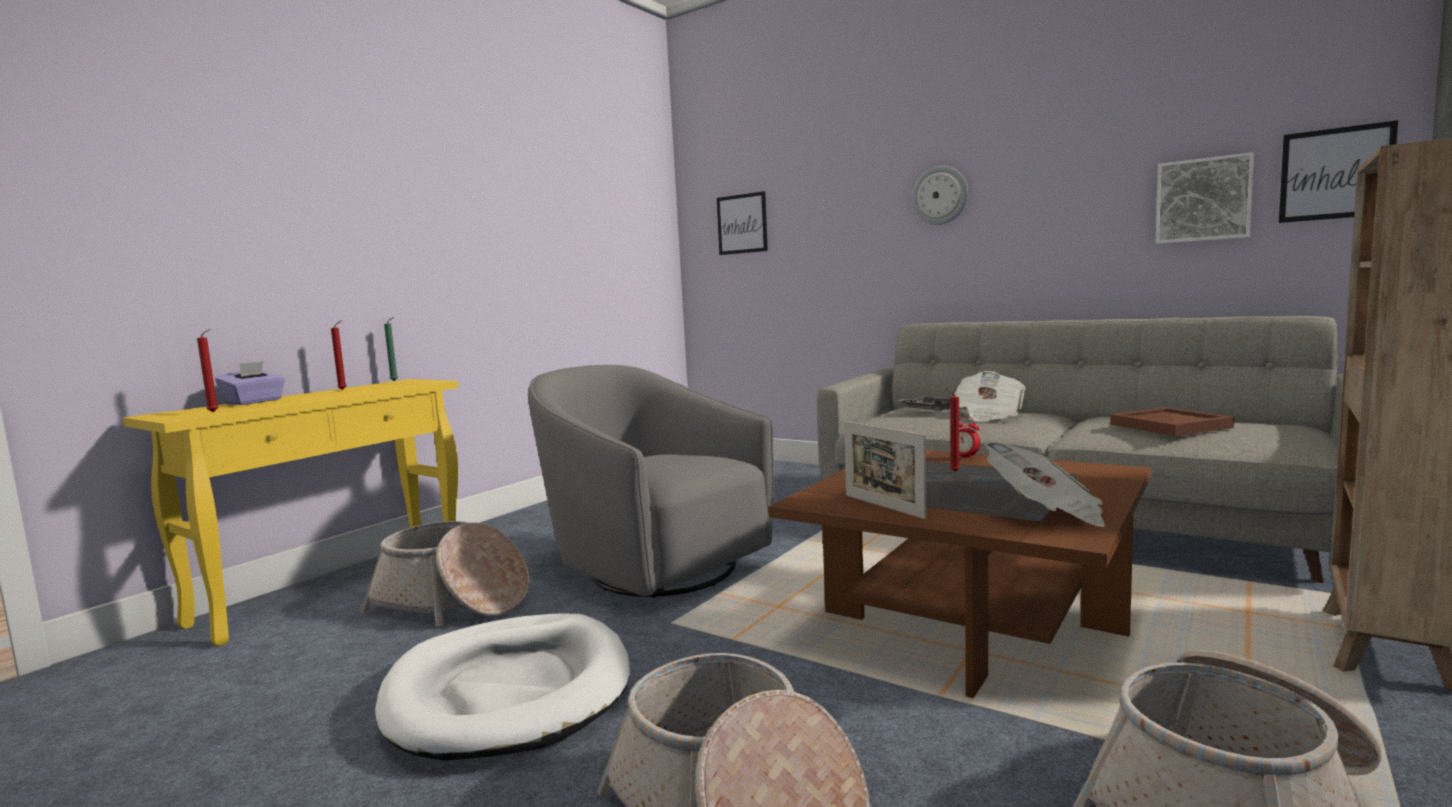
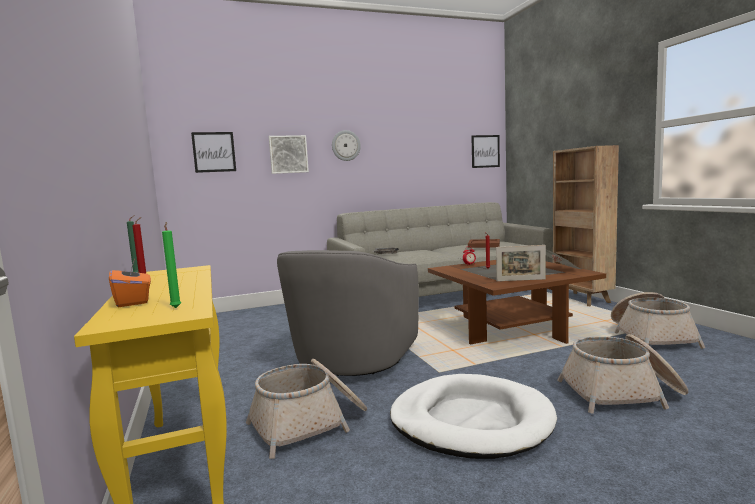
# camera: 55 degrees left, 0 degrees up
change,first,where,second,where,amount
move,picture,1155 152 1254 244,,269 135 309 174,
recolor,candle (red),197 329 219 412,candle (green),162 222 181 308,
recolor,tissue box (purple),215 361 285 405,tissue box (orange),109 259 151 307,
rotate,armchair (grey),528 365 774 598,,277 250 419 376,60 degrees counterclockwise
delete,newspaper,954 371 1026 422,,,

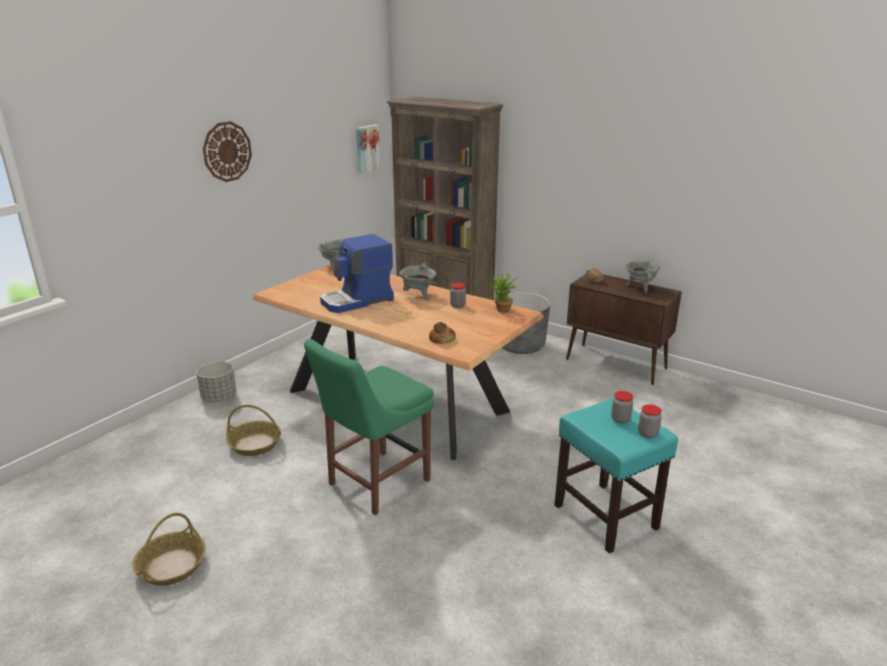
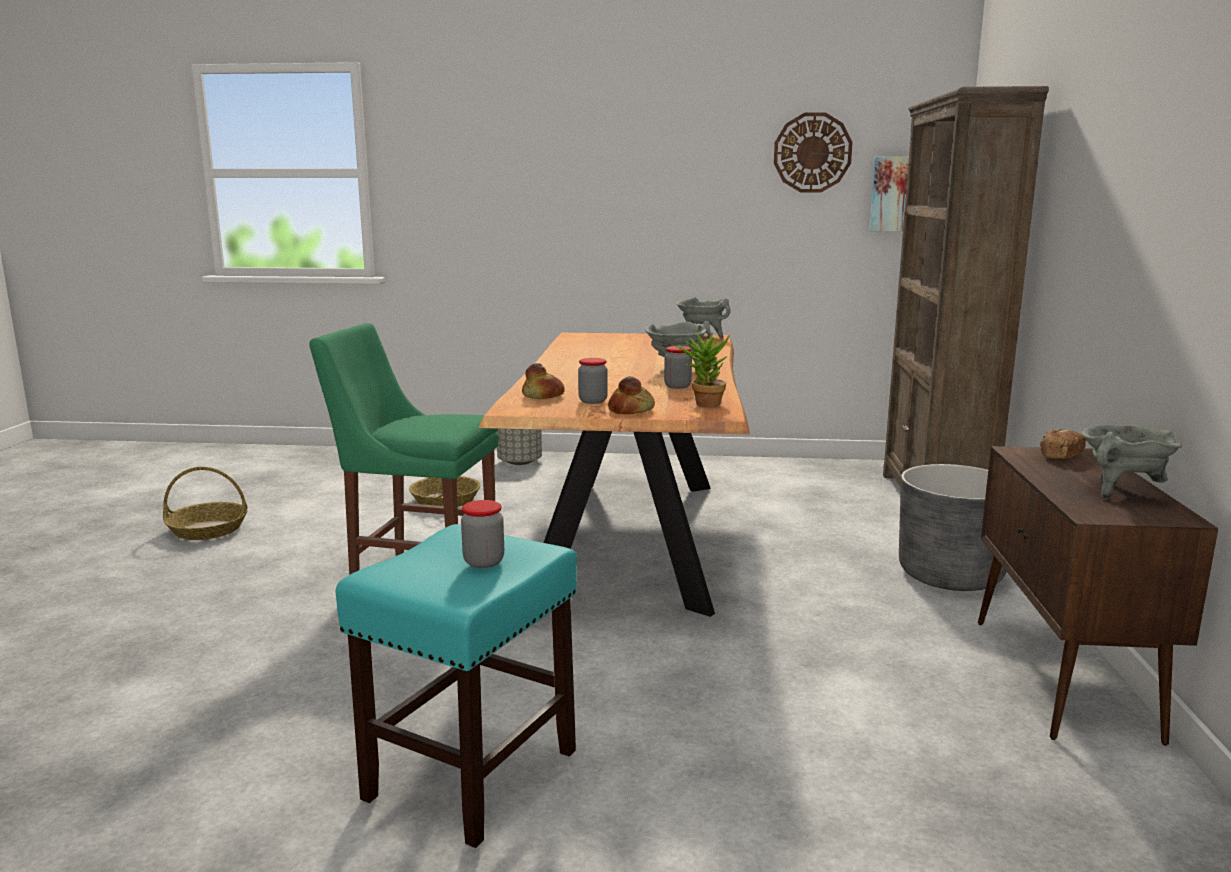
# camera: 60 degrees right, 10 degrees down
change,first,where,second,where,amount
move,wall clock,203 121 252 182,,774 112 853 193,
delete,coffee machine,320 234 394 313,,,
move,jar,638 404 662 438,,578 358 608 404,
insert,,,bread,608 376 655 414,

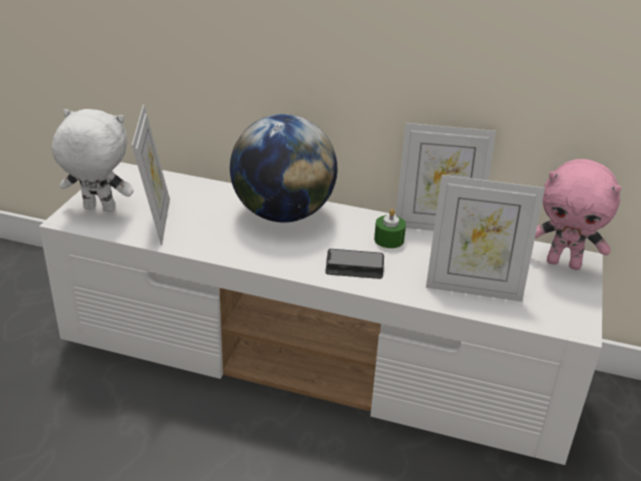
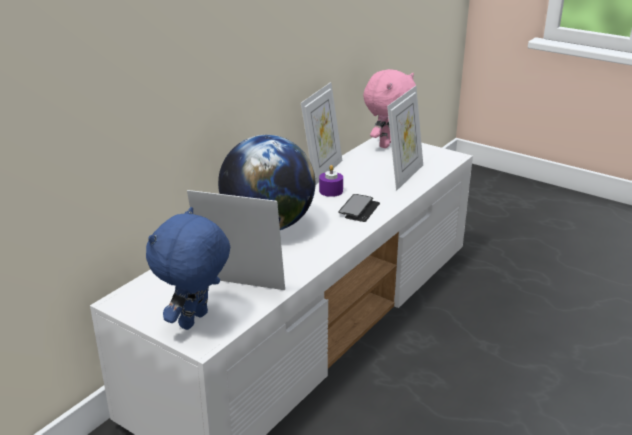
# camera: 70 degrees left, 5 degrees down
change,first,where,second,where,amount
recolor,plush toy (white),52 109 133 212,plush toy (blue),146 207 230 330,
recolor,candle (green),374 209 406 248,candle (purple),319 165 343 197,

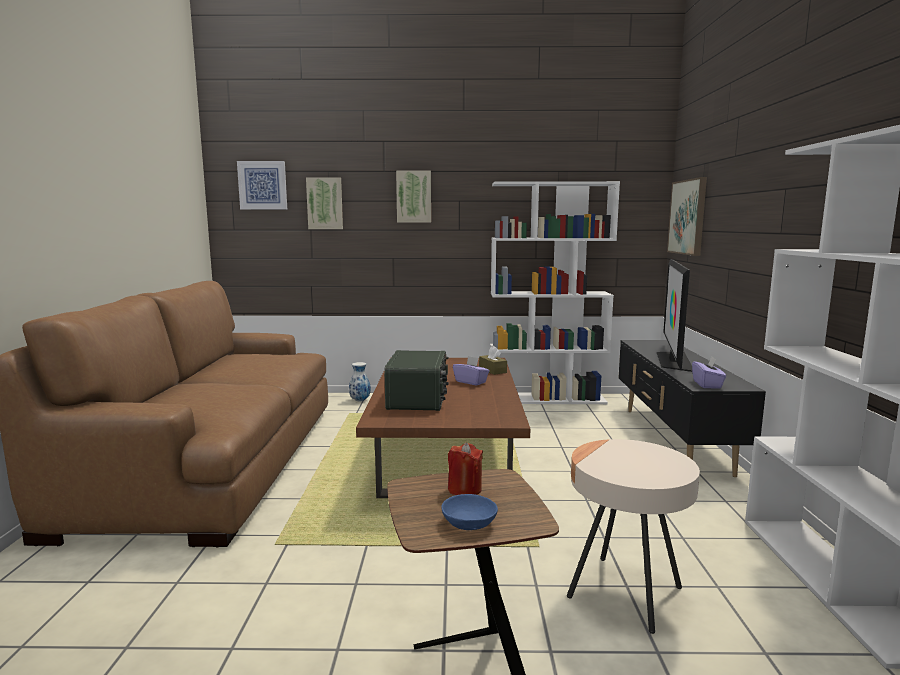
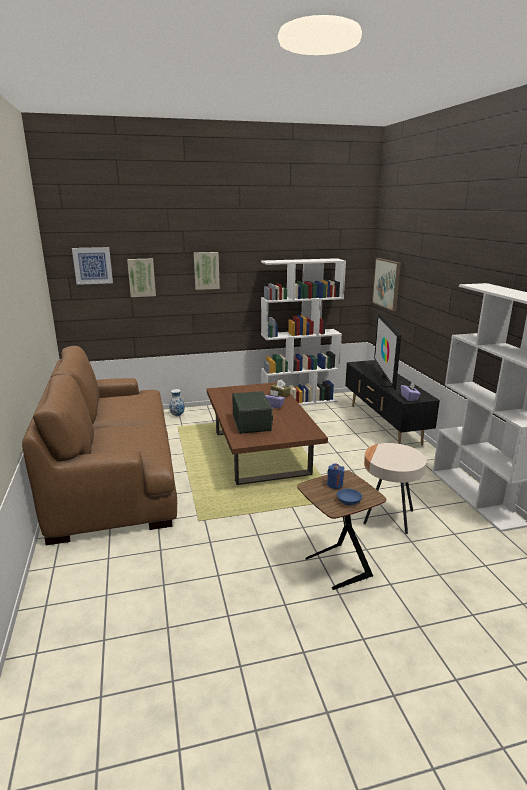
# camera: 15 degrees left, 10 degrees up
change,first,where,second,where,amount
recolor,candle (red),448 443 483 495,candle (blue),327 463 344 489,

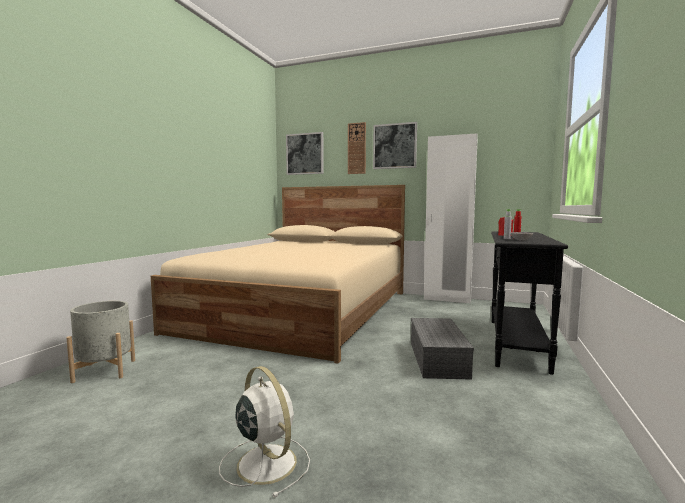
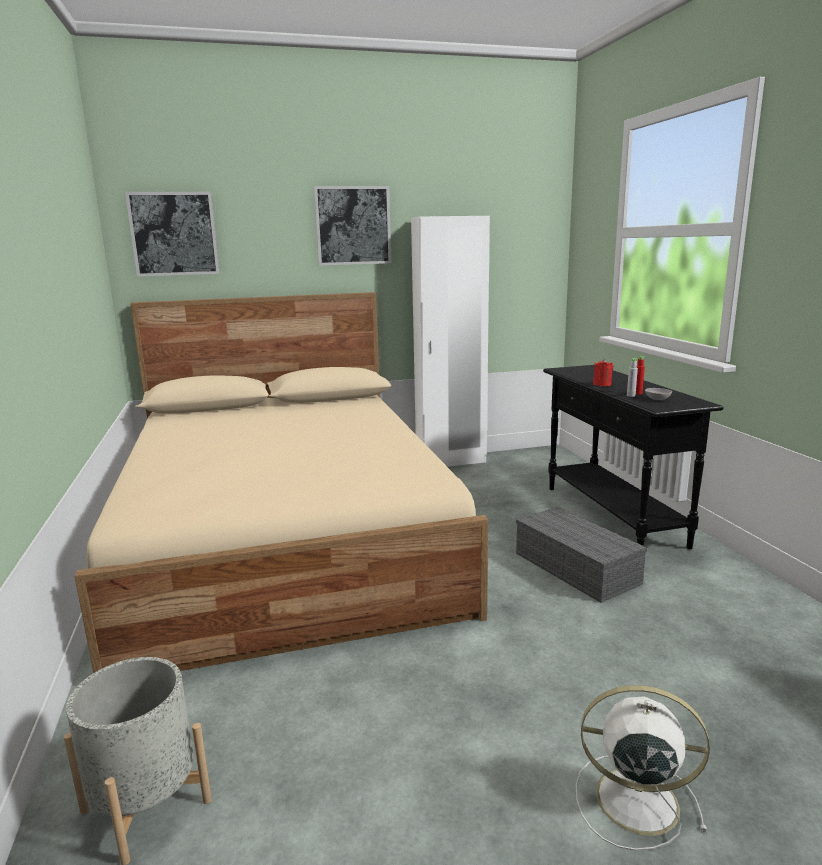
# camera: 35 degrees left, 10 degrees up
change,first,where,second,where,amount
delete,wall clock,348 122 366 174,,,

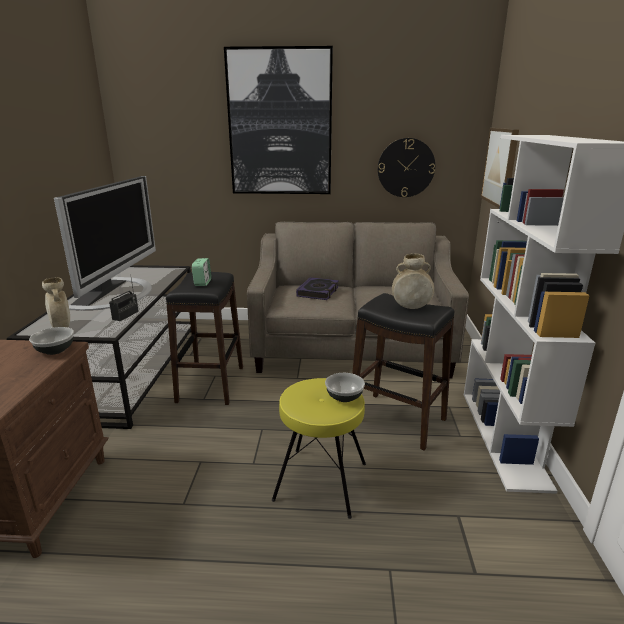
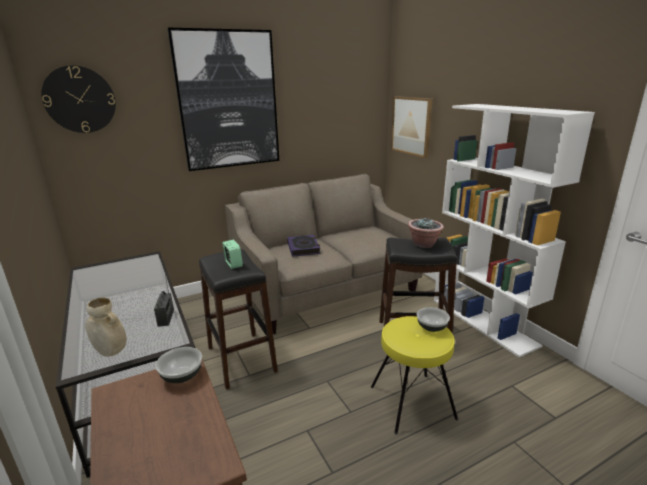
# camera: 30 degrees left, 0 degrees up
change,first,where,second,where,amount
move,wall clock,378 138 435 197,,41 65 116 133,
delete,television,54 176 156 310,,,
replace,vase (beige),392 253 434 309,potted plant,408 217 444 248,

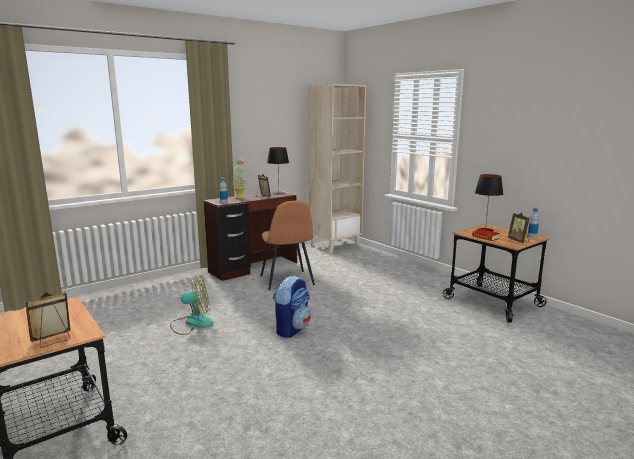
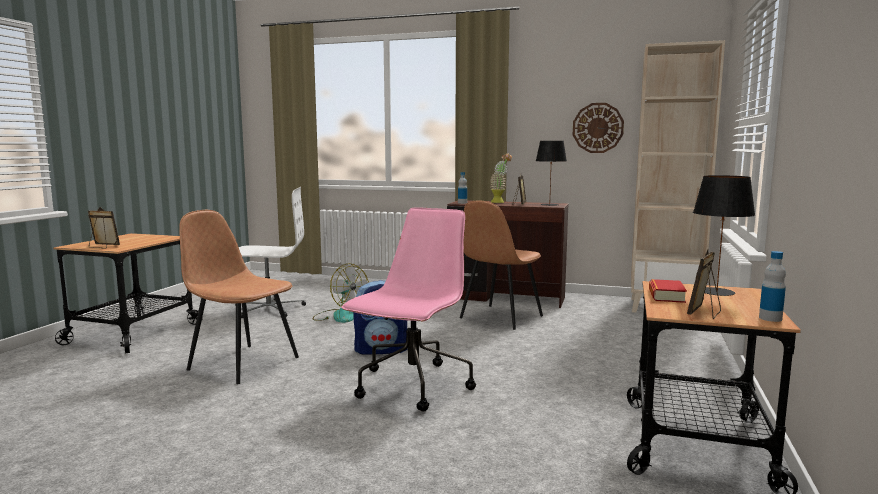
# camera: 55 degrees right, 5 degrees down
change,first,where,second,where,amount
insert,,,wall clock,573 103 624 153,
insert,,,office chair (white),235 187 306 318,
insert,,,office chair (pink),341 207 476 412,
insert,,,chair (brown),179 210 299 384,

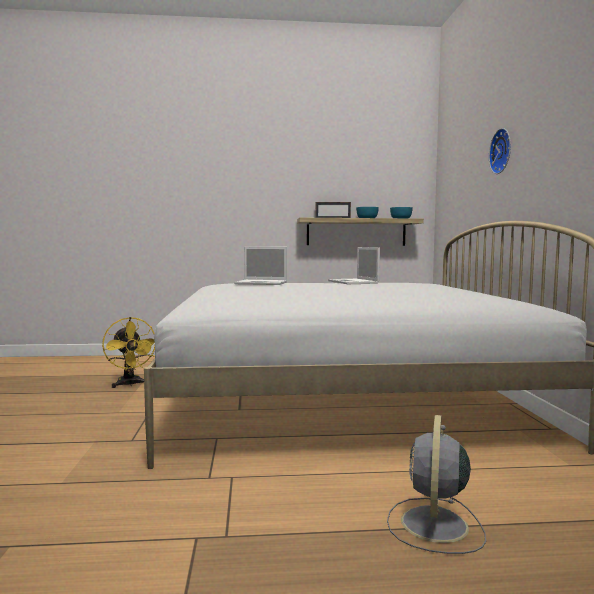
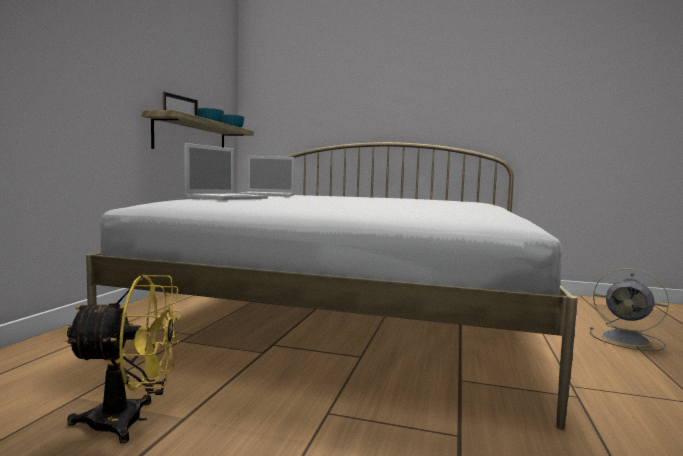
# camera: 70 degrees left, 0 degrees up
change,first,where,second,where,amount
delete,wall clock,489 128 511 174,,,

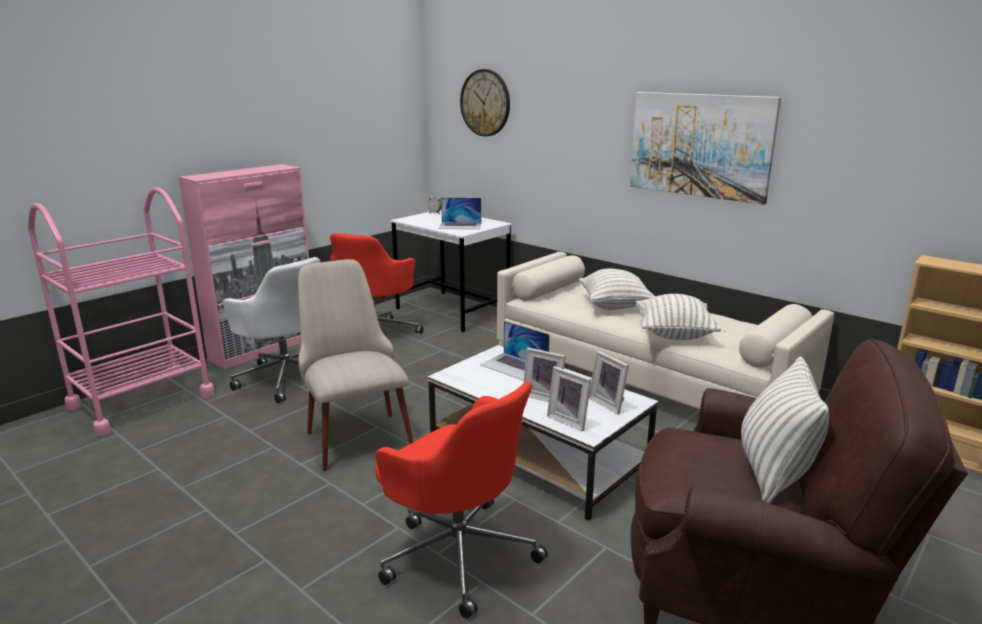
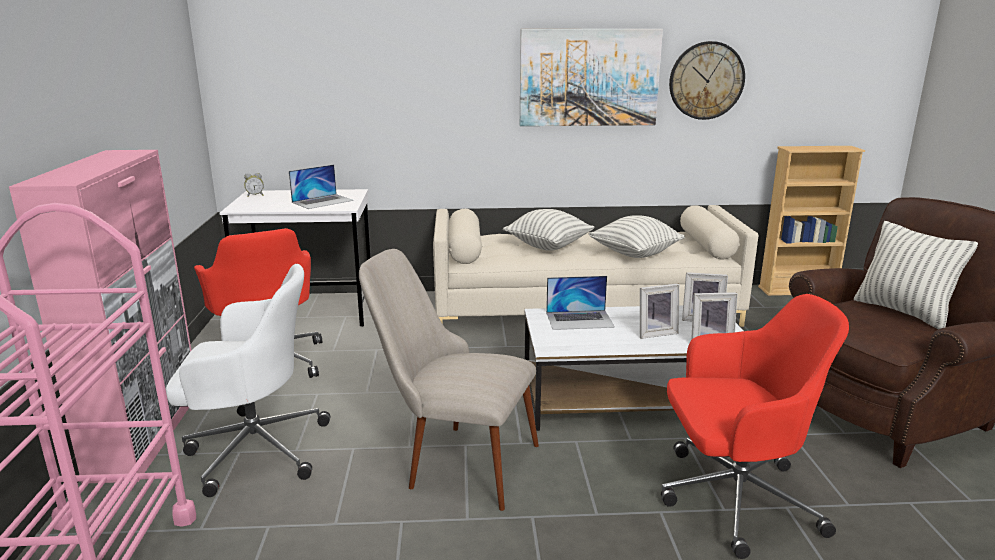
# camera: 45 degrees left, 0 degrees up
change,first,where,second,where,amount
move,wall clock,460 69 510 136,,669 41 745 120,

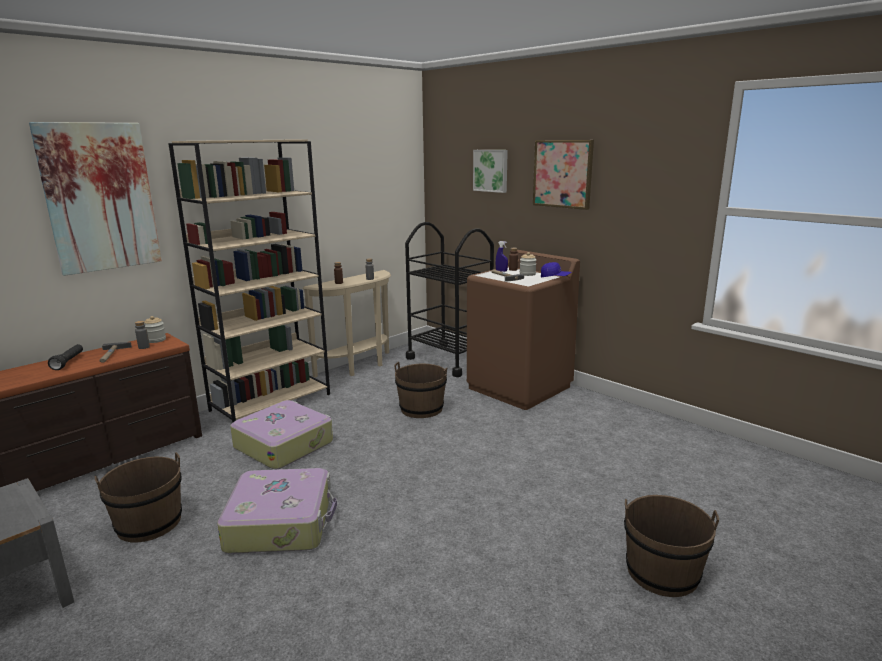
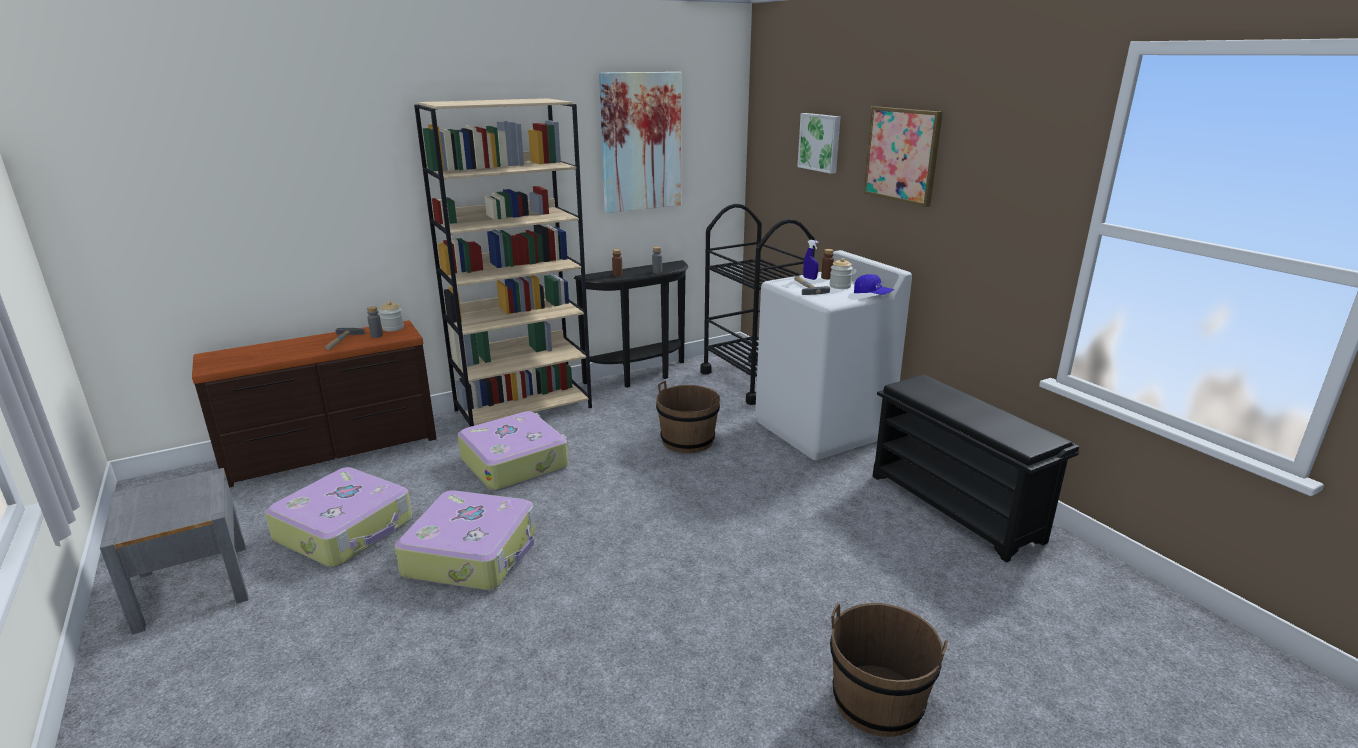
# camera: 15 degrees right, 5 degrees up
change,first,where,second,where,amount
move,picture,29 122 162 276,,599 72 681 213,
recolor,washing machine (brown),467 250 580 410,washing machine (white),755 250 912 460,
recolor,console table (beige),303 270 391 378,console table (black),574 260 688 388,
delete,flashlight (black),48 344 83 370,,,
replace,bucket (brown),95 452 182 542,suitcase,265 467 412 567,
insert,,,shoe rack (black),873 375 1080 562,

